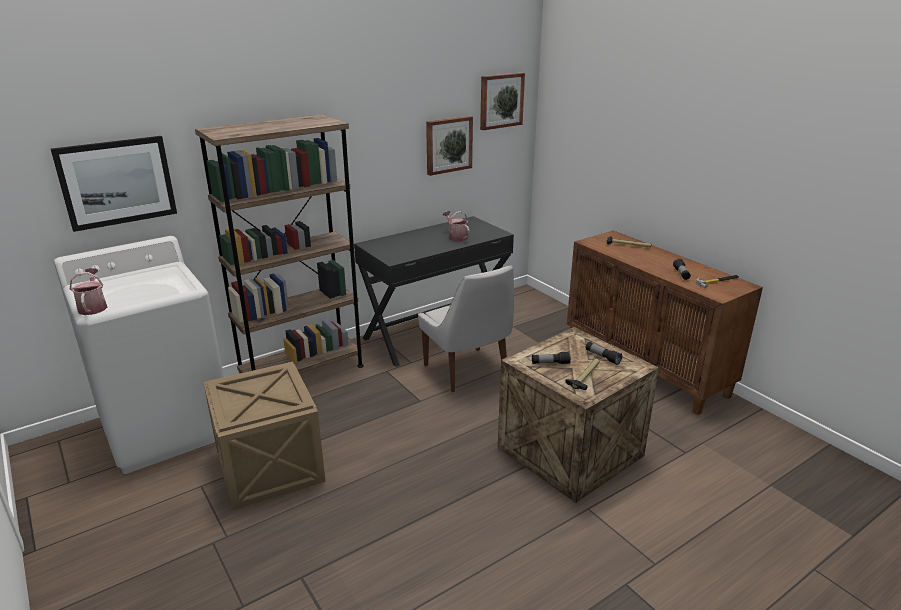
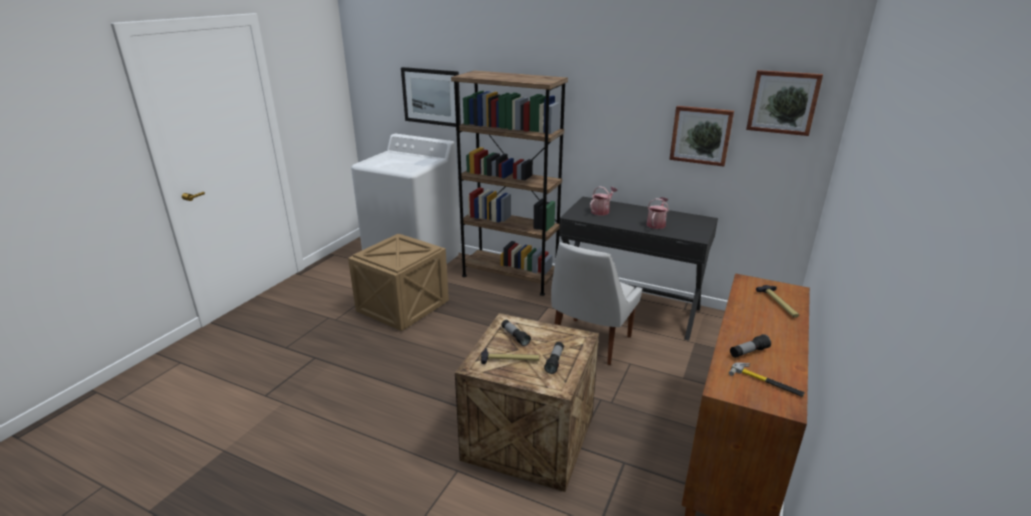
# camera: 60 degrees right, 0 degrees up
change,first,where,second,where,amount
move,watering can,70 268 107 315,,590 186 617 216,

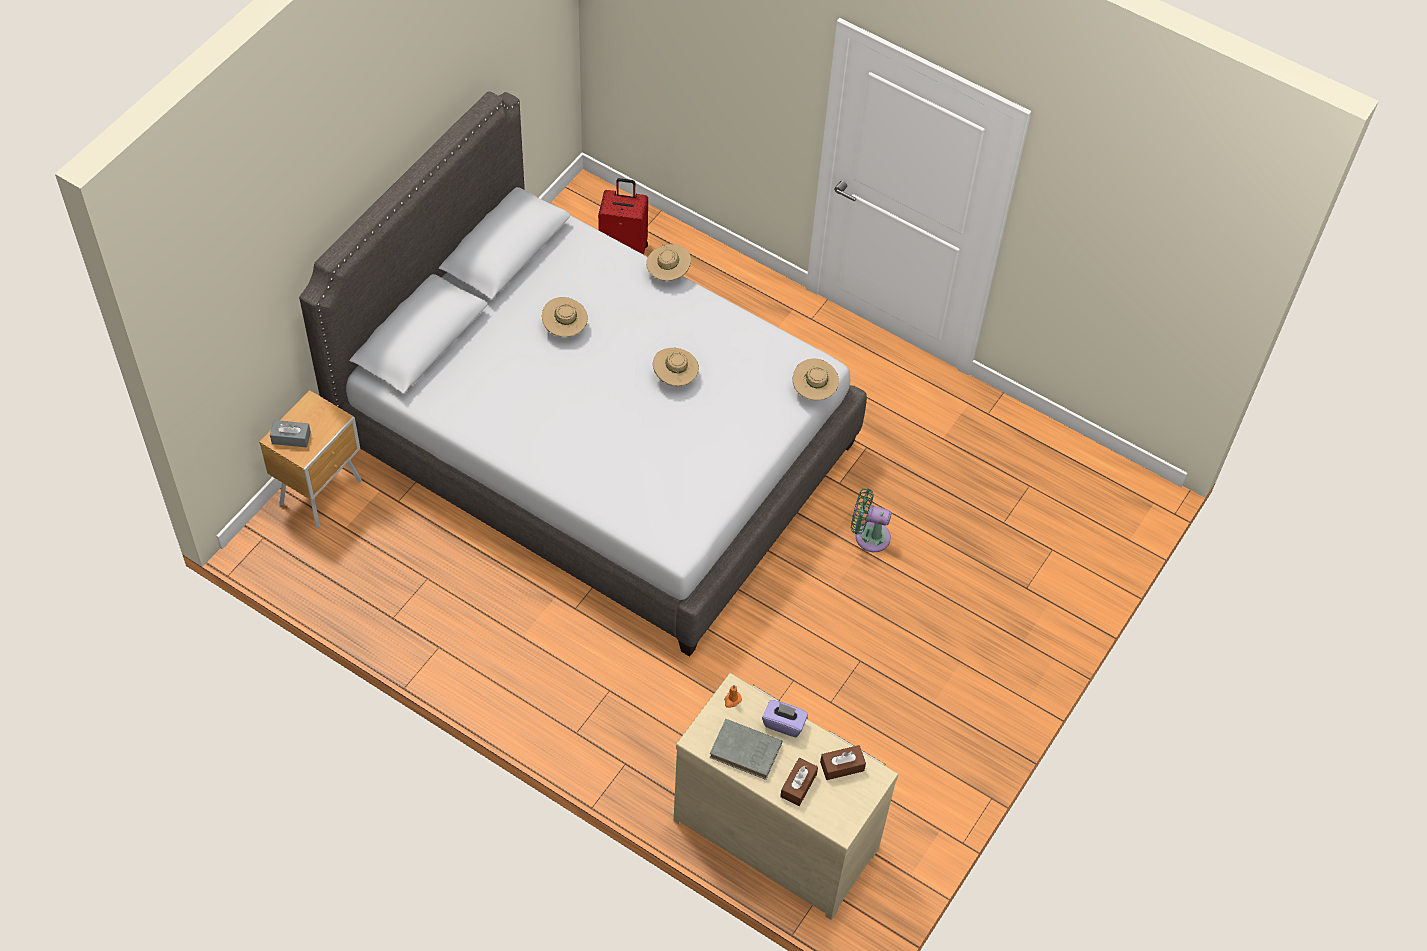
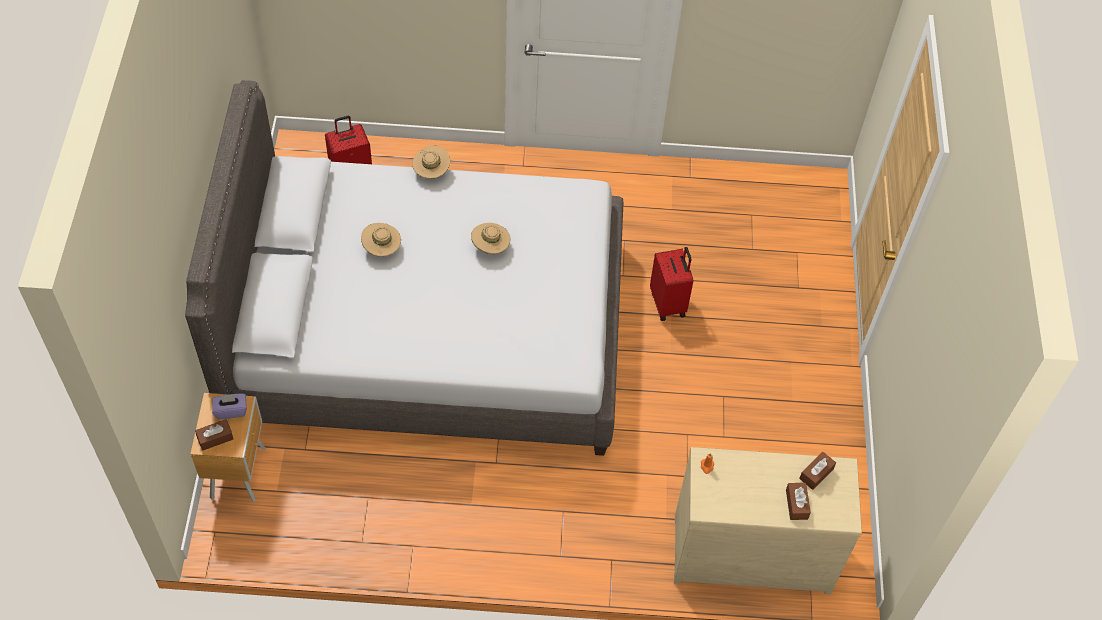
# camera: 30 degrees left, 0 degrees up
change,first,where,second,where,amount
delete,hat (beige),793 359 839 400,,,
recolor,tissue box (grey),270 420 311 447,tissue box (brown),195 419 233 451,
replace,fan (green),851 488 892 552,suitcase (red),650 247 693 321,
move,tissue box (purple),762 700 808 737,,212 394 247 419,
delete,book (grey),709 719 782 780,,,

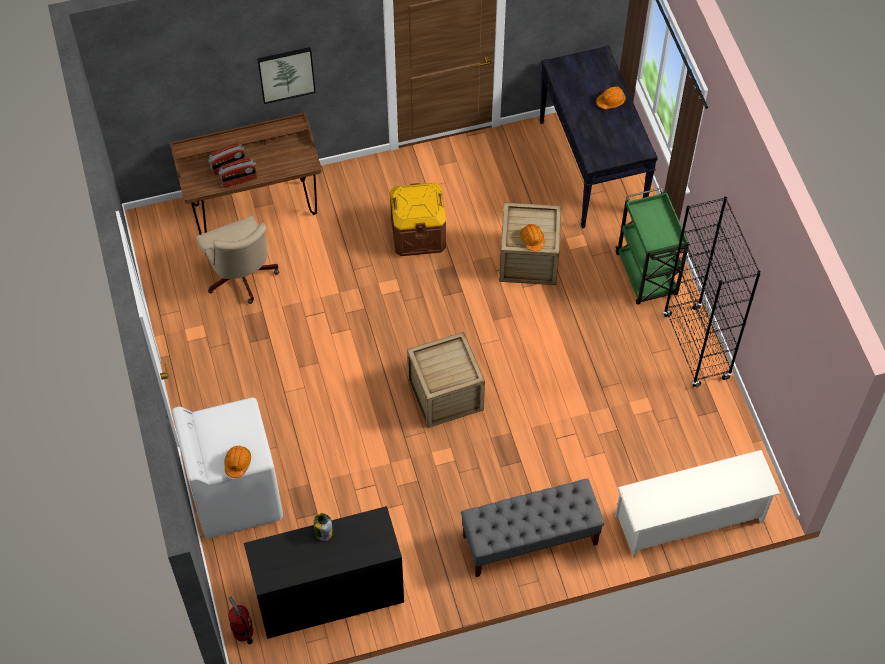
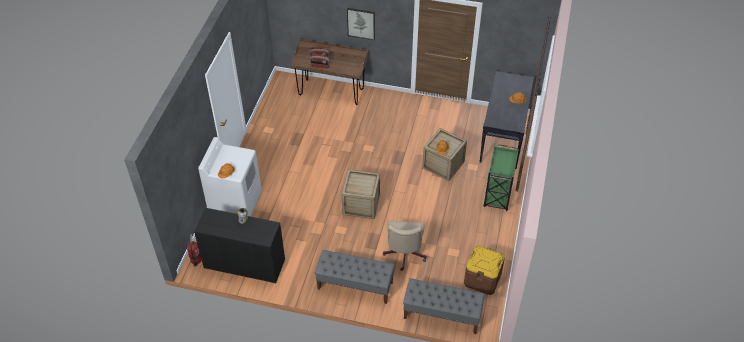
# camera: 30 degrees right, 10 degrees down
change,first,where,second,where,amount
move,storage box (brown),390 183 446 256,,464 245 505 295,
delete,bookcase (black),663 197 761 387,,,
move,office chair (beige),196 215 279 304,,383 221 427 271,
replace,shoe rack (white),615 450 780 558,bench (grey),403 278 485 334,

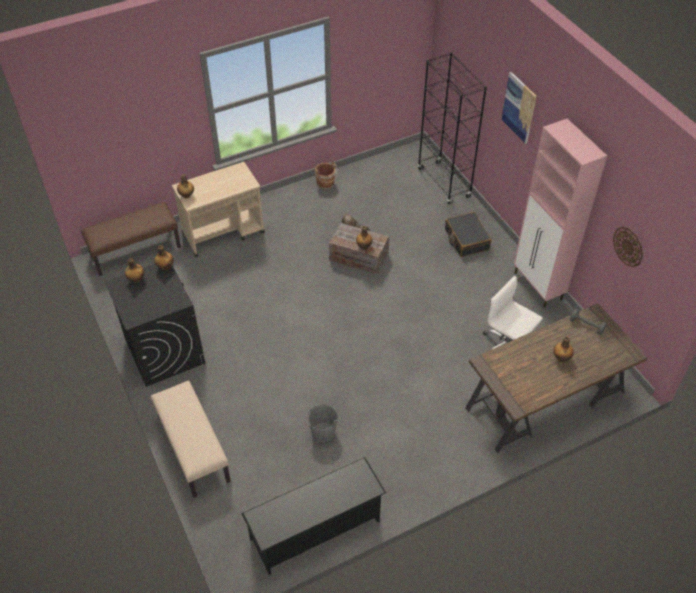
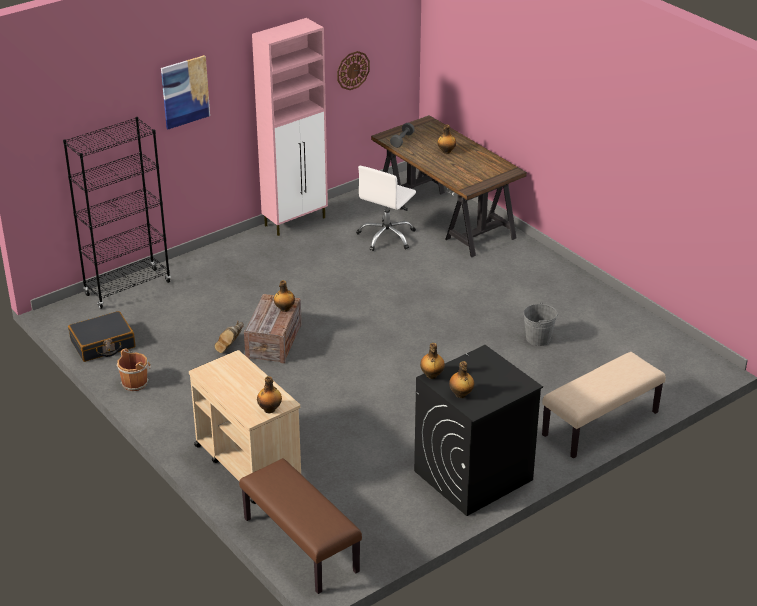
# camera: 100 degrees left, 15 degrees down
change,first,where,second,where,amount
move,suitcase (black),445 212 491 257,,68 311 135 362,
delete,shoe rack (black),241 457 386 575,,,

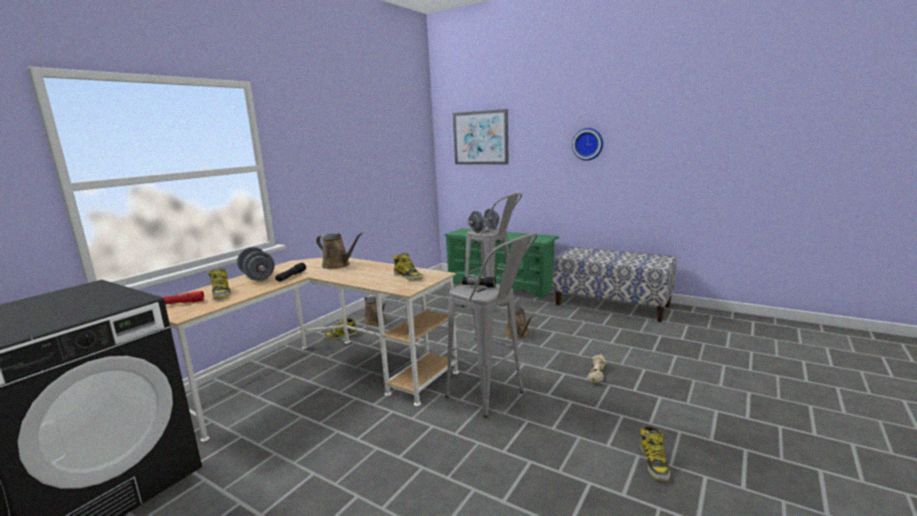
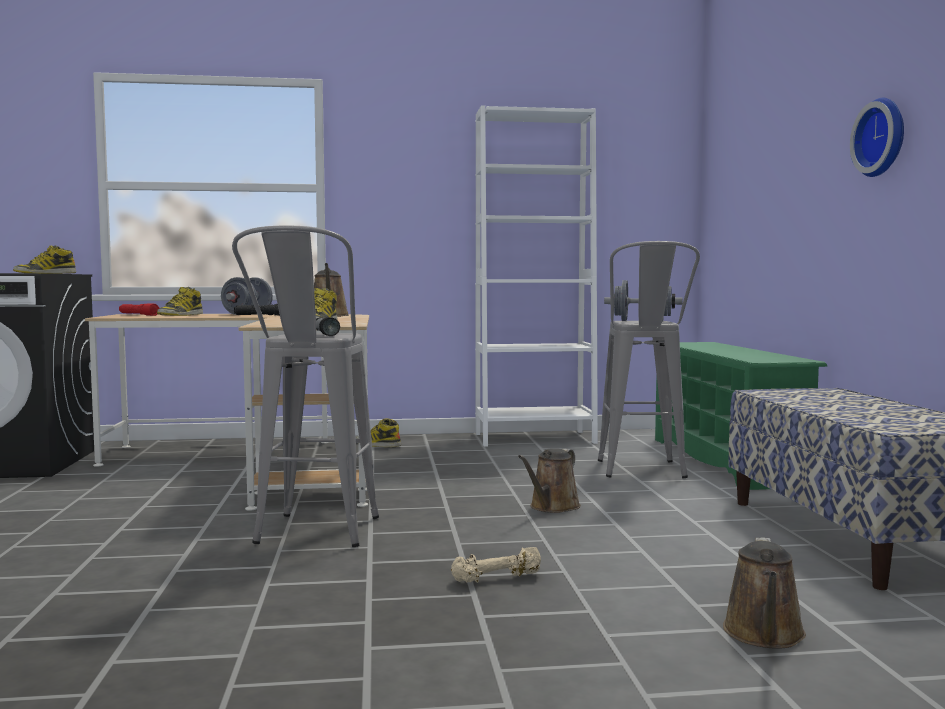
# camera: 50 degrees right, 10 degrees down
change,first,where,second,where,amount
delete,picture,453 109 509 165,,,
move,watering can (brown),364 296 386 326,,723 538 806 649,
move,boot,640 426 670 482,,13 245 76 274,
insert,,,bookcase (white),475 105 598 447,

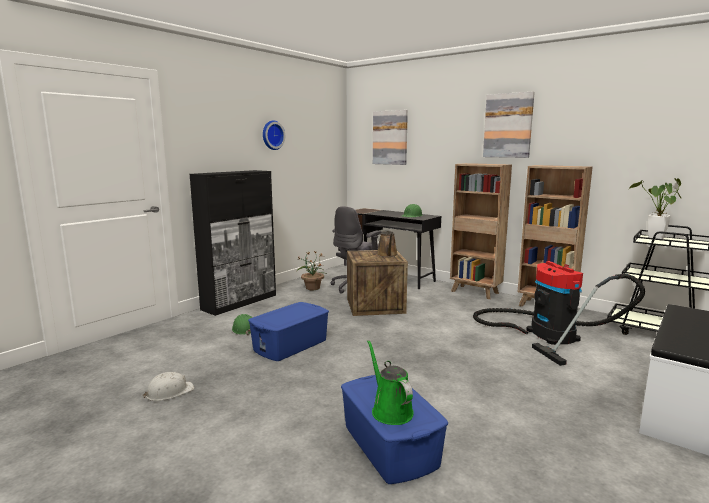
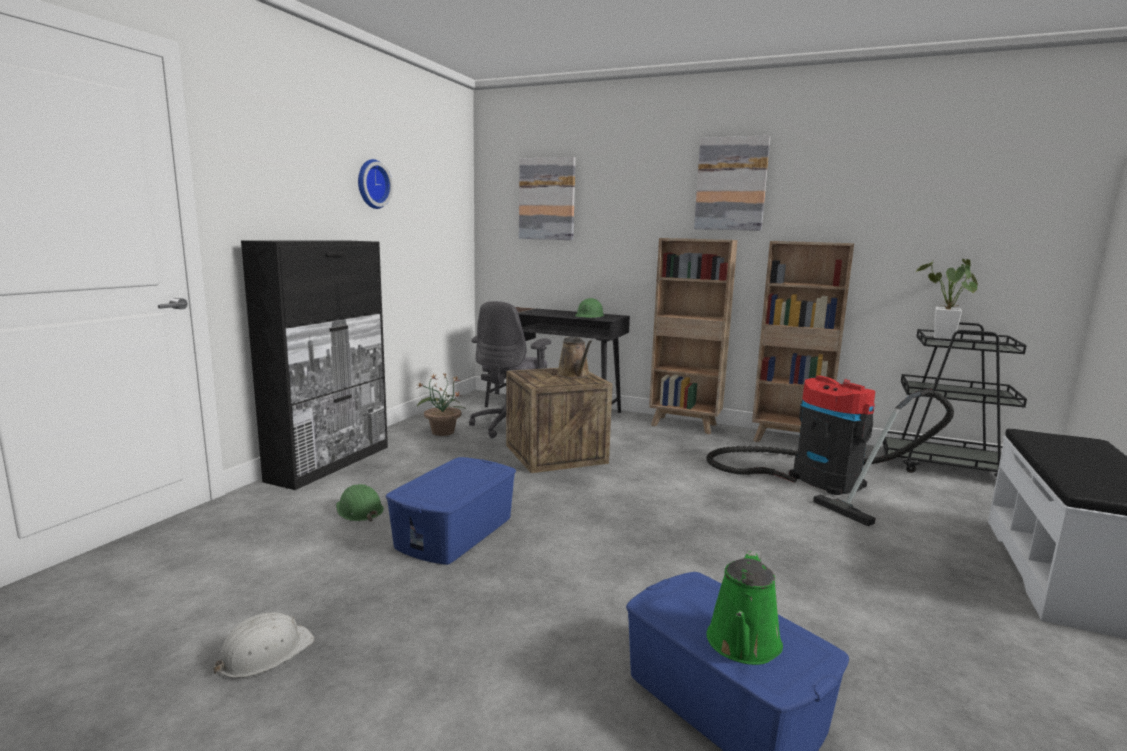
# camera: 15 degrees left, 0 degrees up
change,first,where,second,where,amount
rotate,watering can (green),367 340 414 425,,707 550 783 665,120 degrees counterclockwise

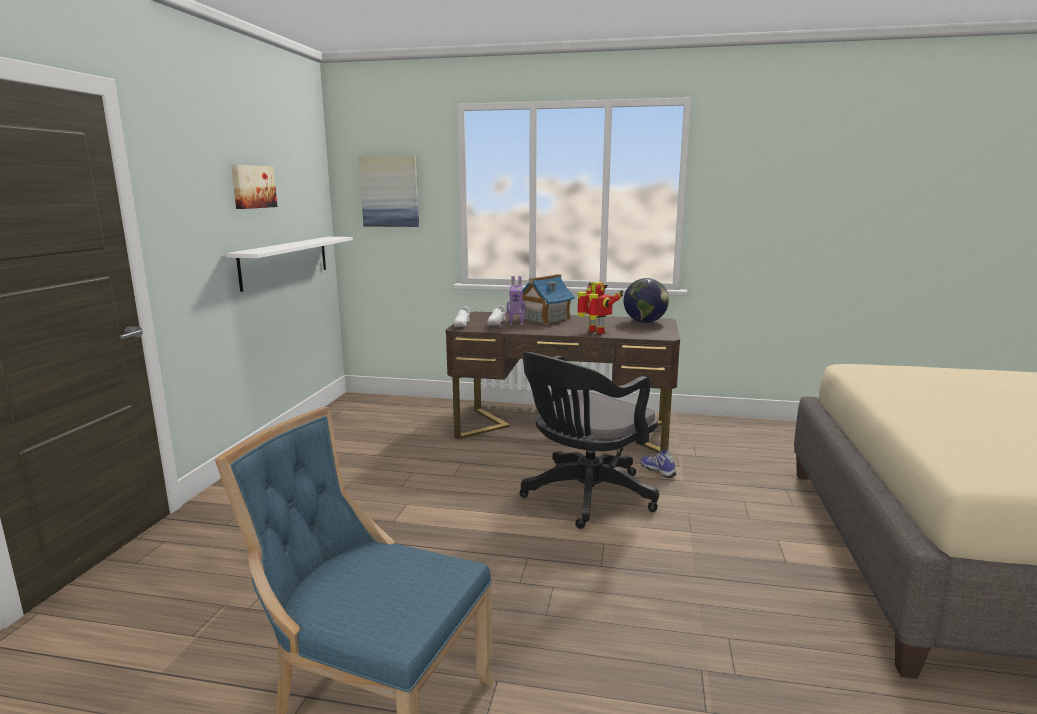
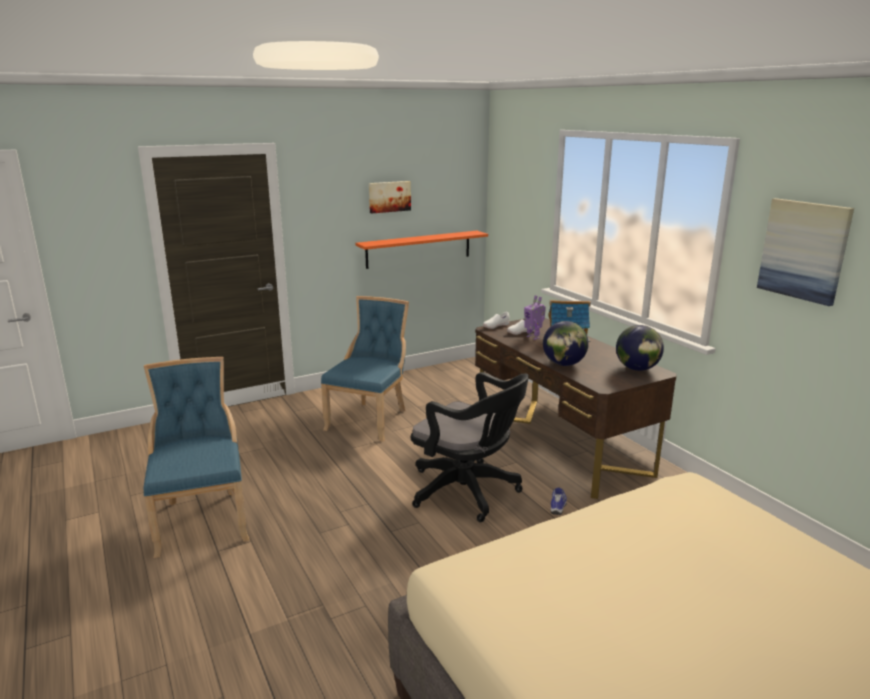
# camera: 50 degrees right, 5 degrees up
change,first,where,second,where,amount
move,picture,359 156 419 227,,757 198 854 306,
recolor,shelf (white),226 237 353 292,shelf (orange),356 231 488 269,
replace,toy robot,577 282 623 334,globe,543 321 589 366,
rotate,office chair (black),519 352 659 529,,411 372 529 522,150 degrees counterclockwise
insert,,,chair (blue),321 296 409 442,

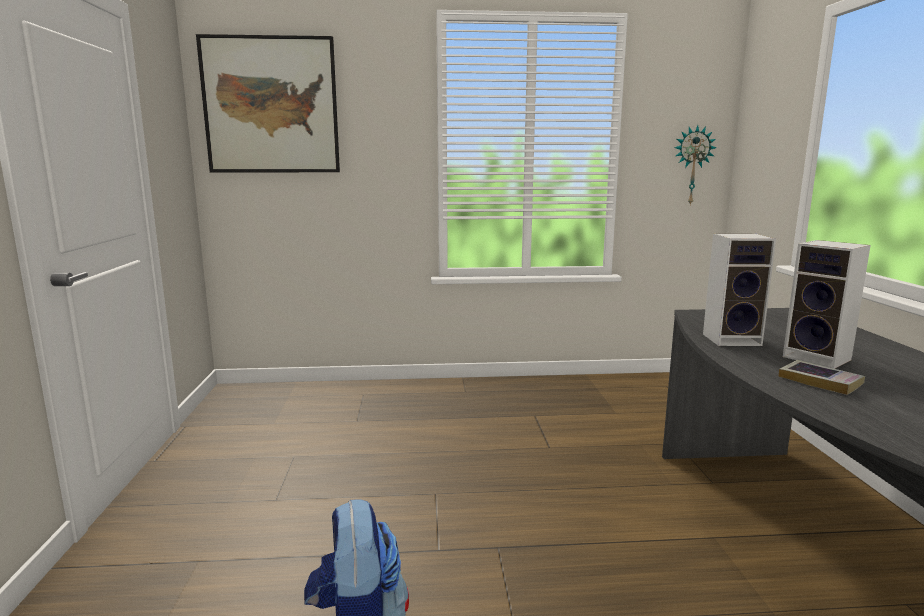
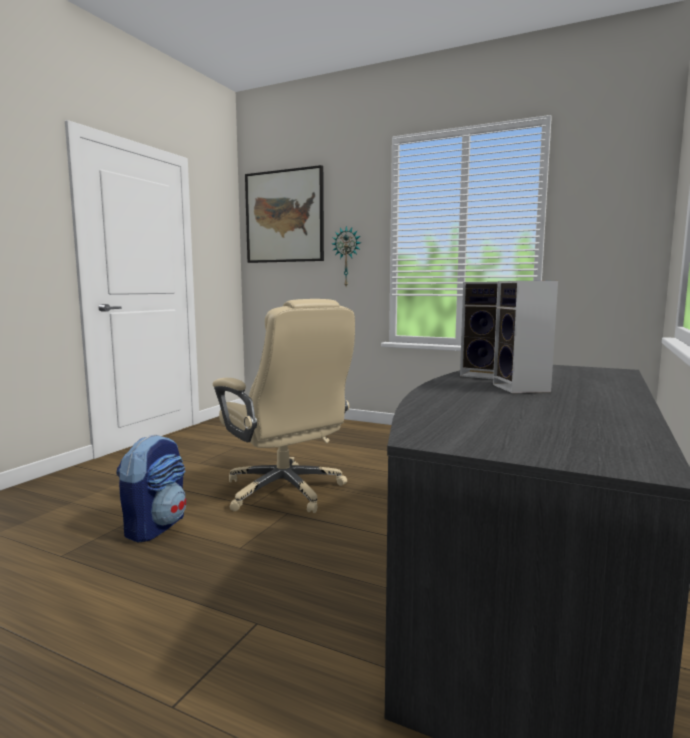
# camera: 30 degrees right, 5 degrees down
change,first,where,second,where,amount
move,wall clock,674 125 717 205,,332 226 361 286,
delete,book,779 360 865 395,,,
insert,,,office chair (beige),213 299 355 513,

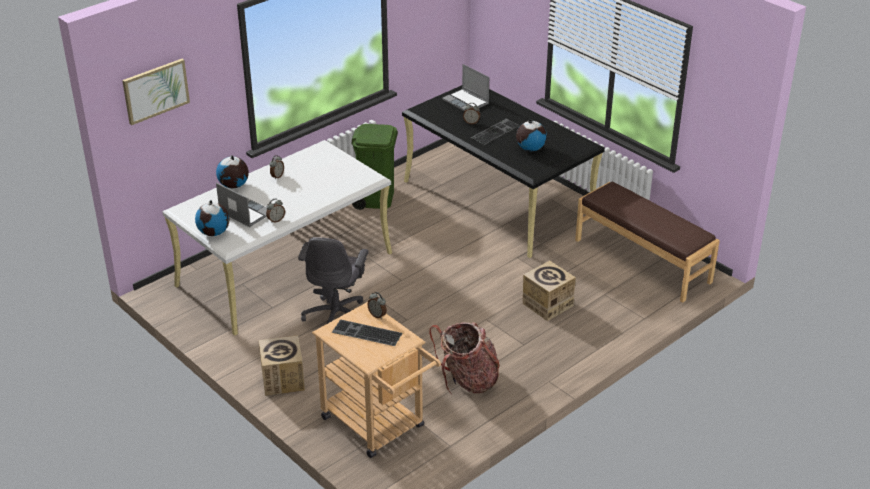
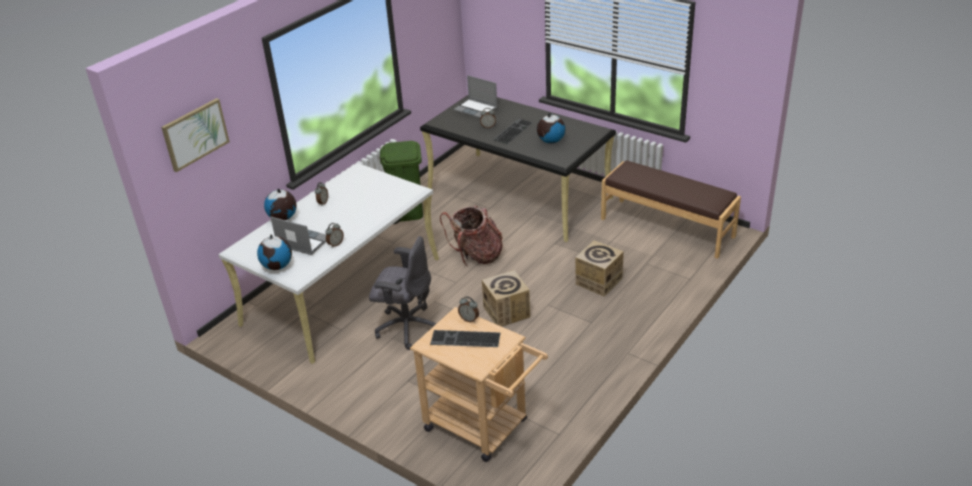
# camera: 10 degrees left, 0 degrees up
change,first,where,second,where,amount
rotate,office chair (grey),298 237 369 324,,369 236 437 350,75 degrees counterclockwise
move,backpack,429 322 500 395,,440 205 503 267,
move,cardboard box,259 335 305 396,,482 270 530 327,

